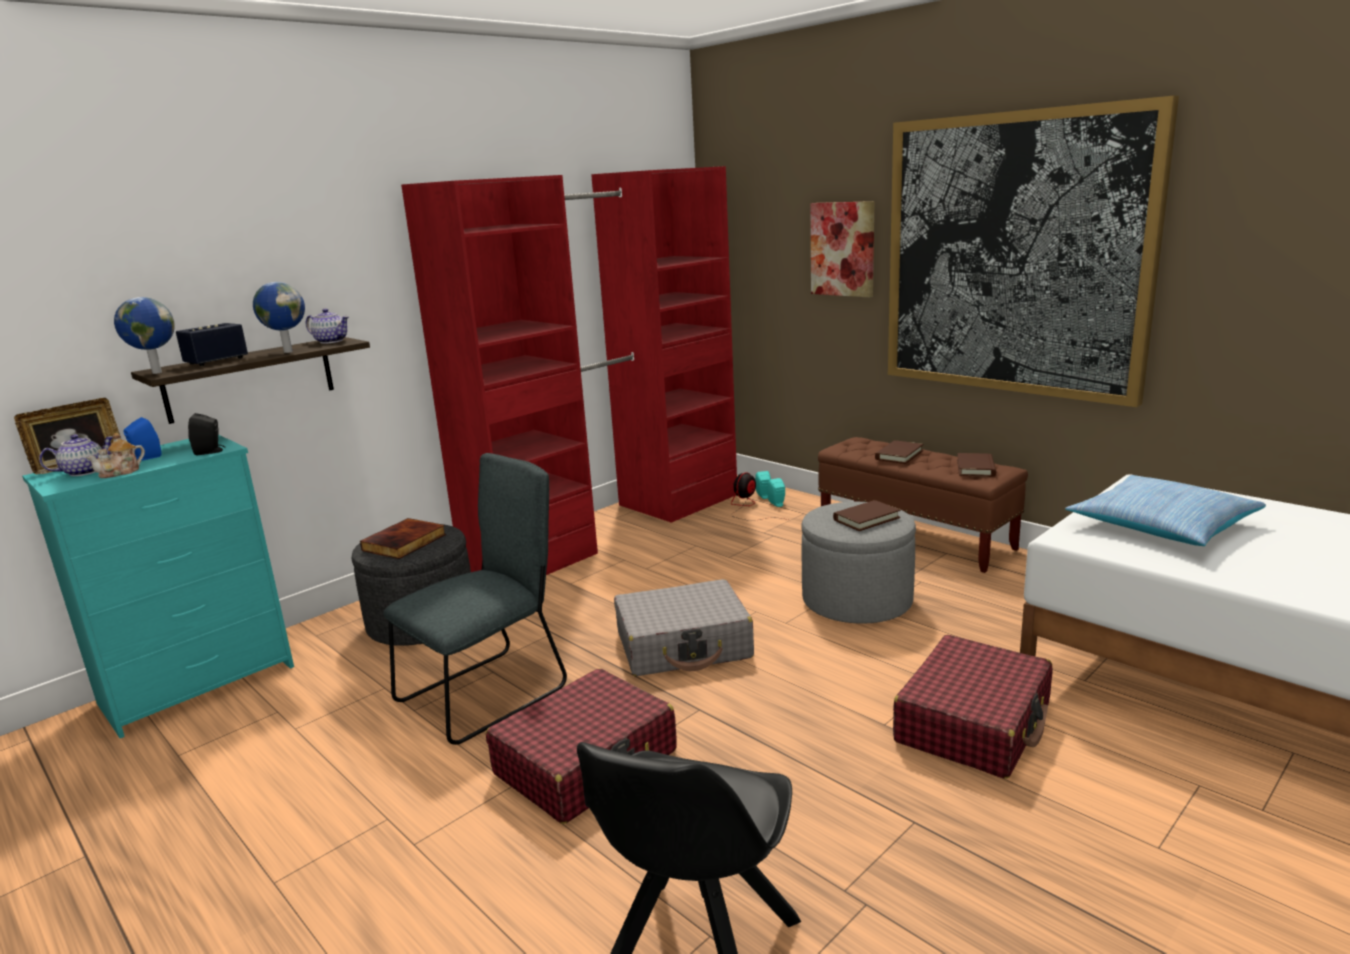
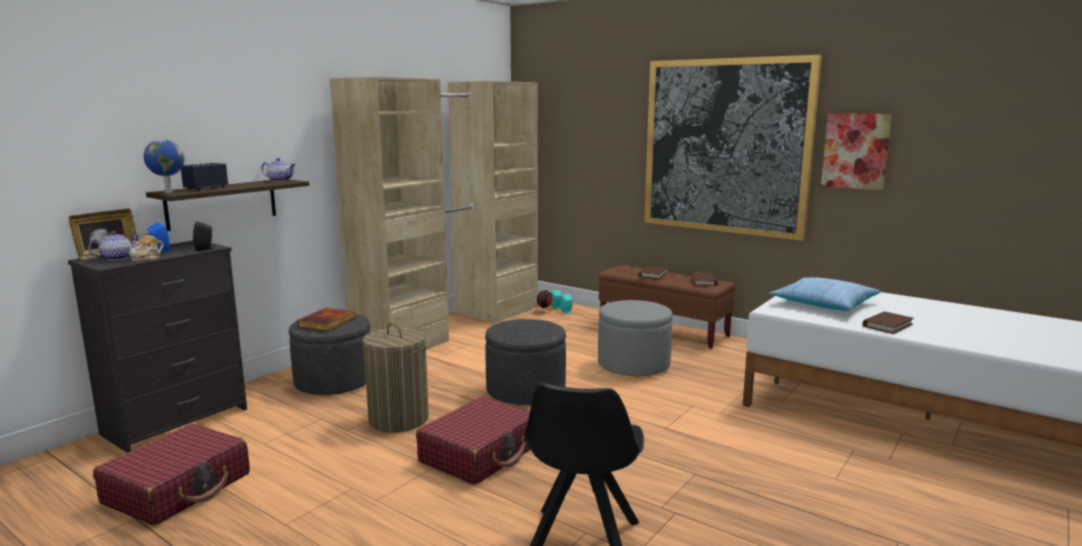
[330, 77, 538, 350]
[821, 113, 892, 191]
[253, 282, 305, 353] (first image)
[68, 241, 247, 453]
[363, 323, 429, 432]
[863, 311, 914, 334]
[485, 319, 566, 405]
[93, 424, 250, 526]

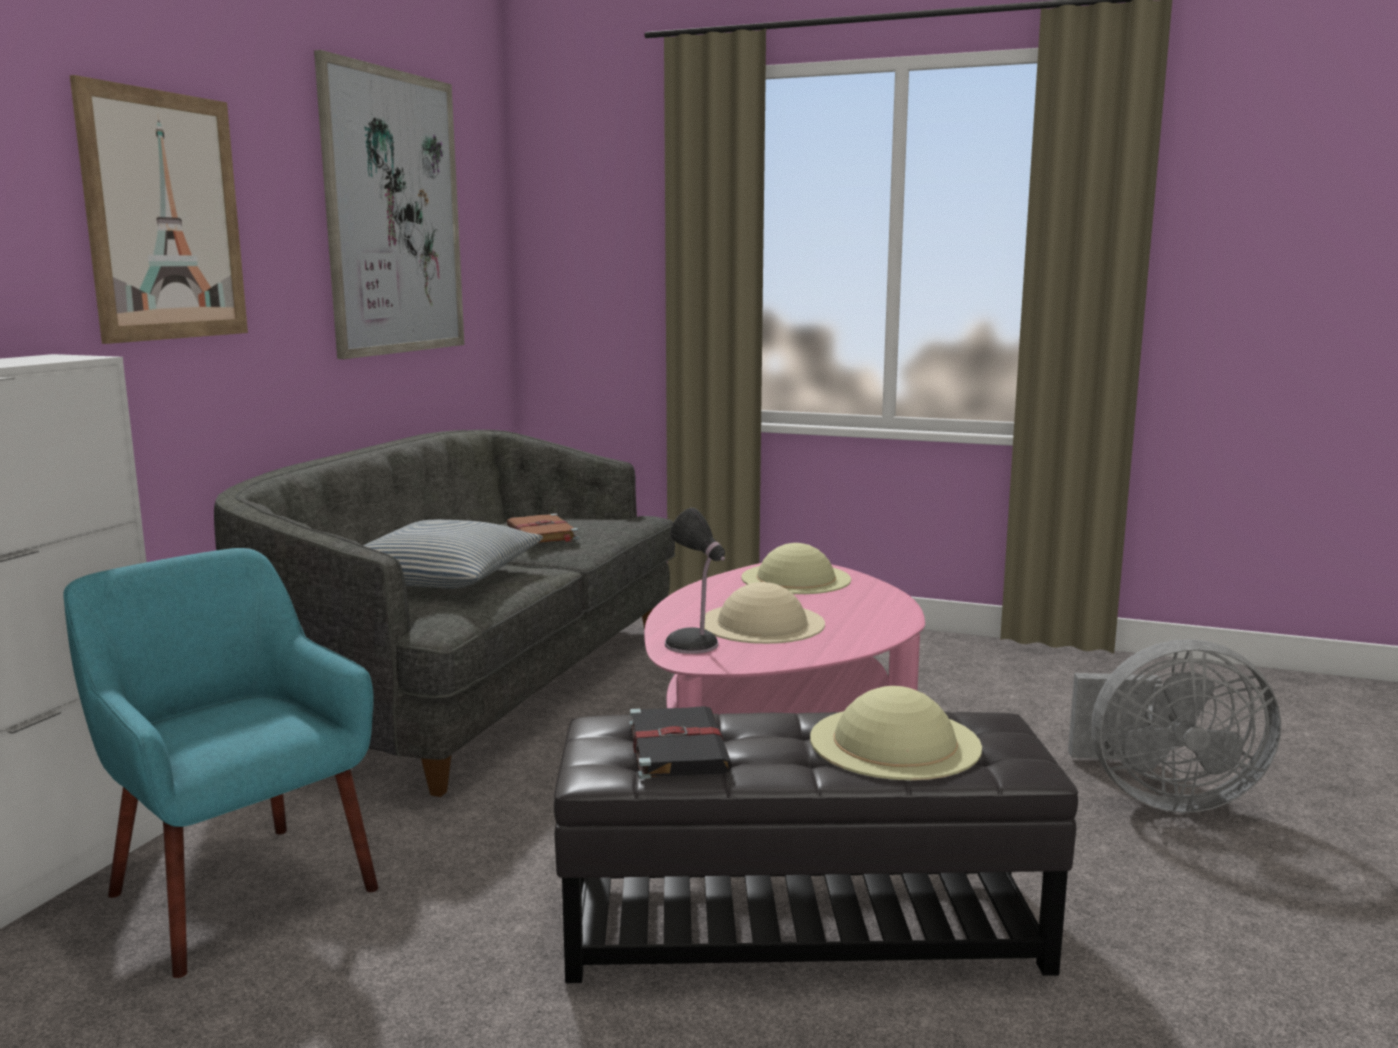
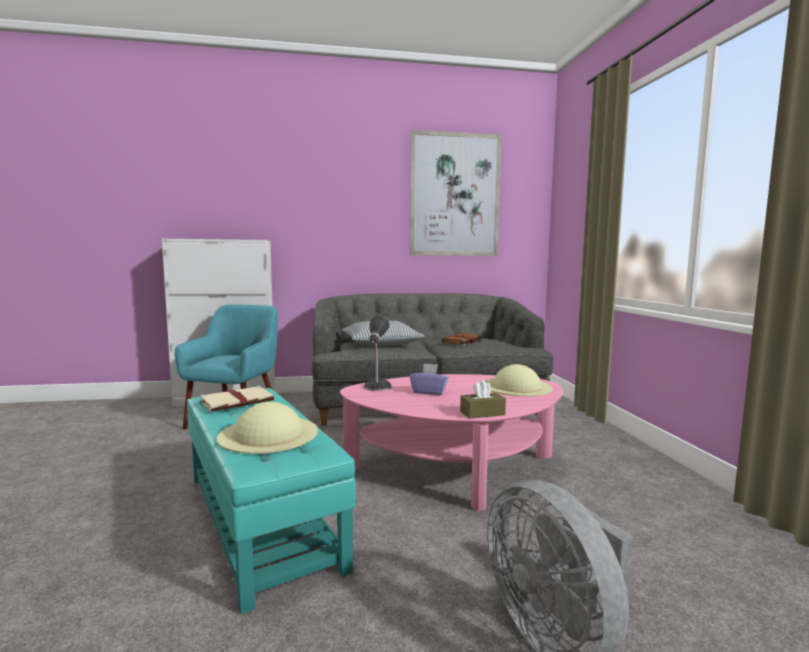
[70, 75, 248, 344] (first image)
[410, 363, 448, 395]
[199, 386, 274, 412]
[187, 388, 356, 614]
[460, 380, 506, 419]

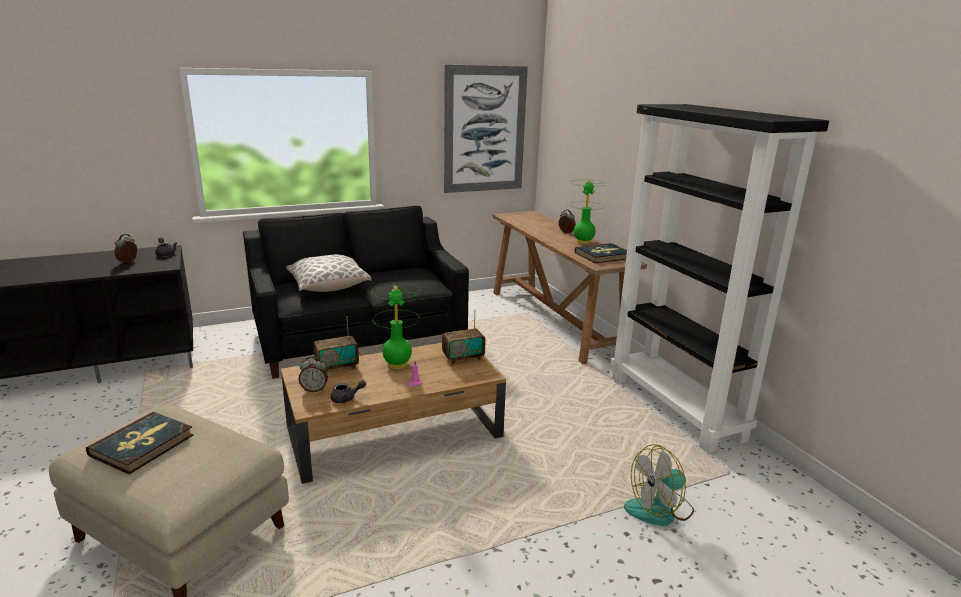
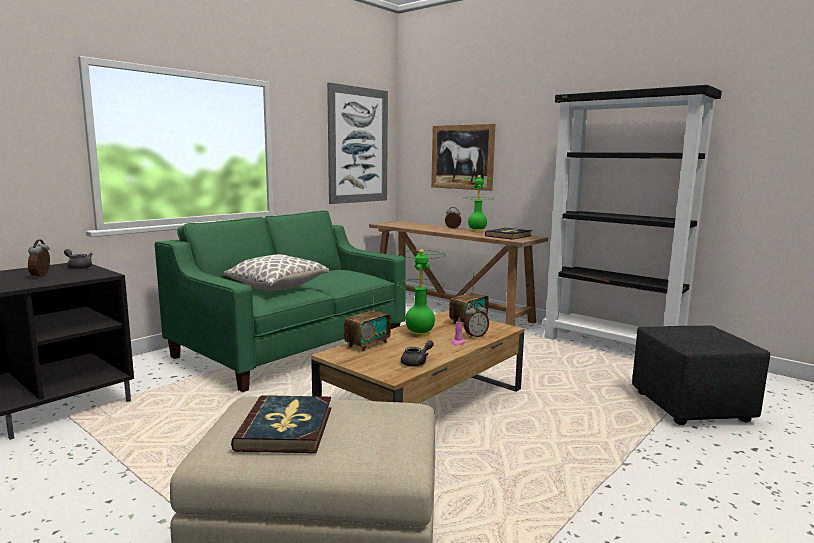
[155, 210, 405, 392]
[464, 302, 489, 338]
[632, 325, 770, 425]
[431, 124, 495, 191]

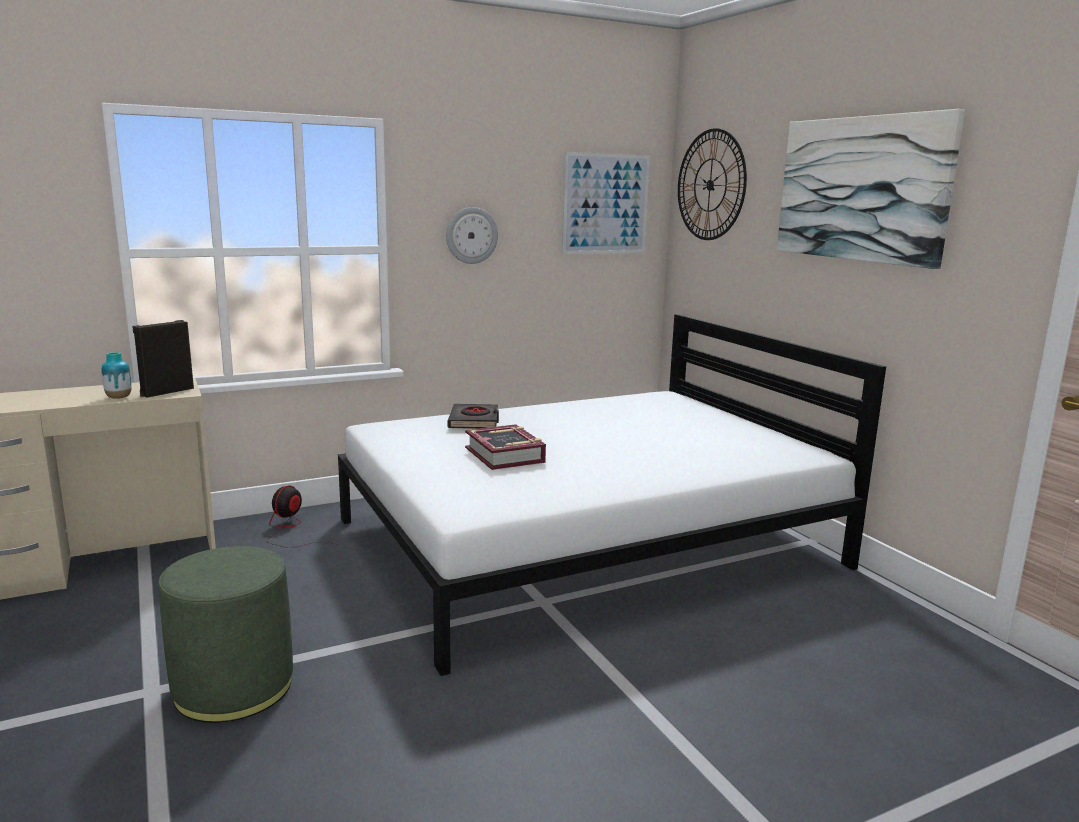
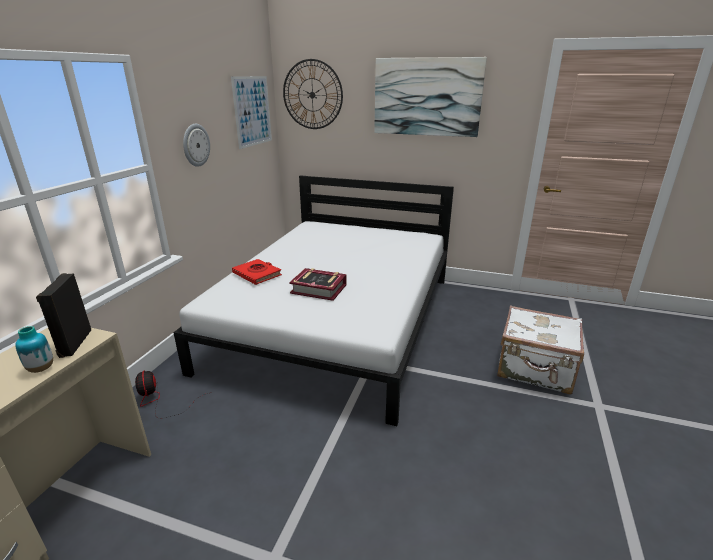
[232, 259, 282, 285]
[158, 546, 293, 723] (first image)
[497, 306, 584, 394]

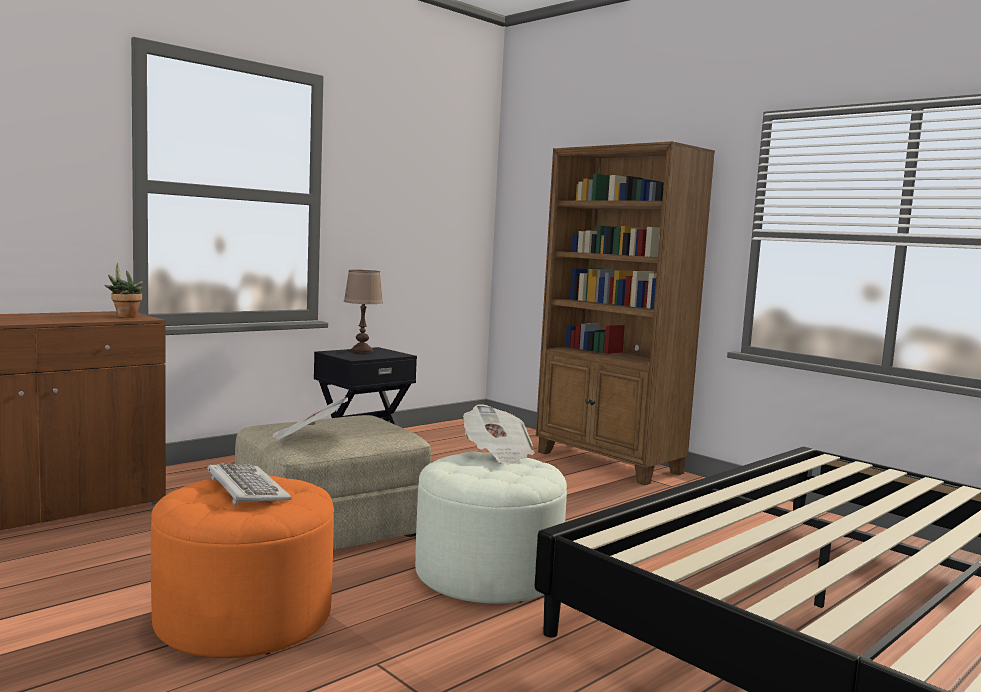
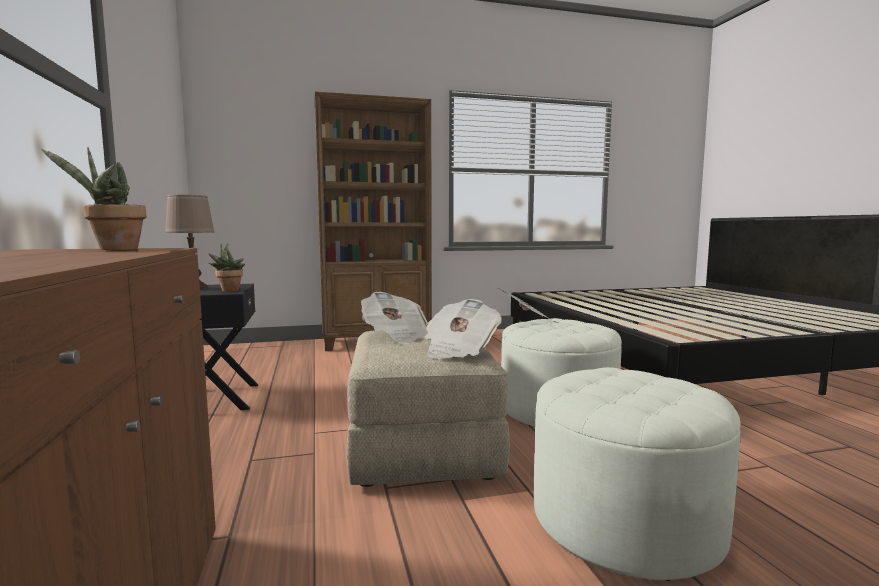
[207, 463, 292, 505] (first image)
[534, 367, 741, 581]
[208, 243, 245, 292]
[361, 292, 428, 344]

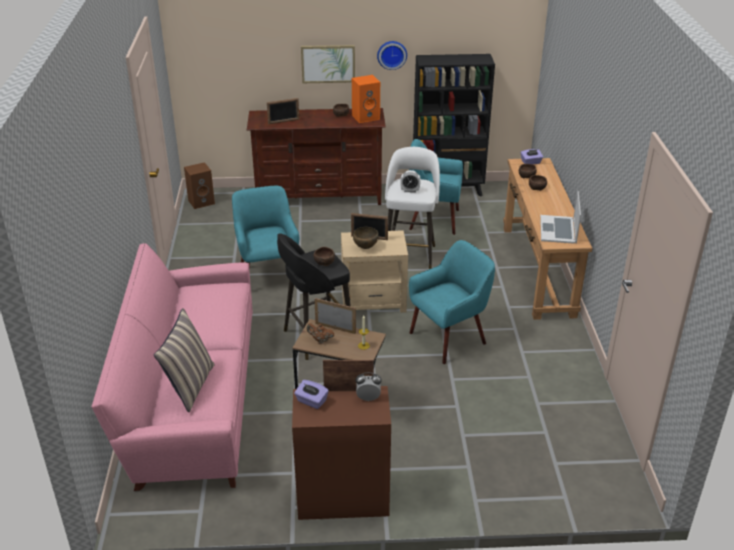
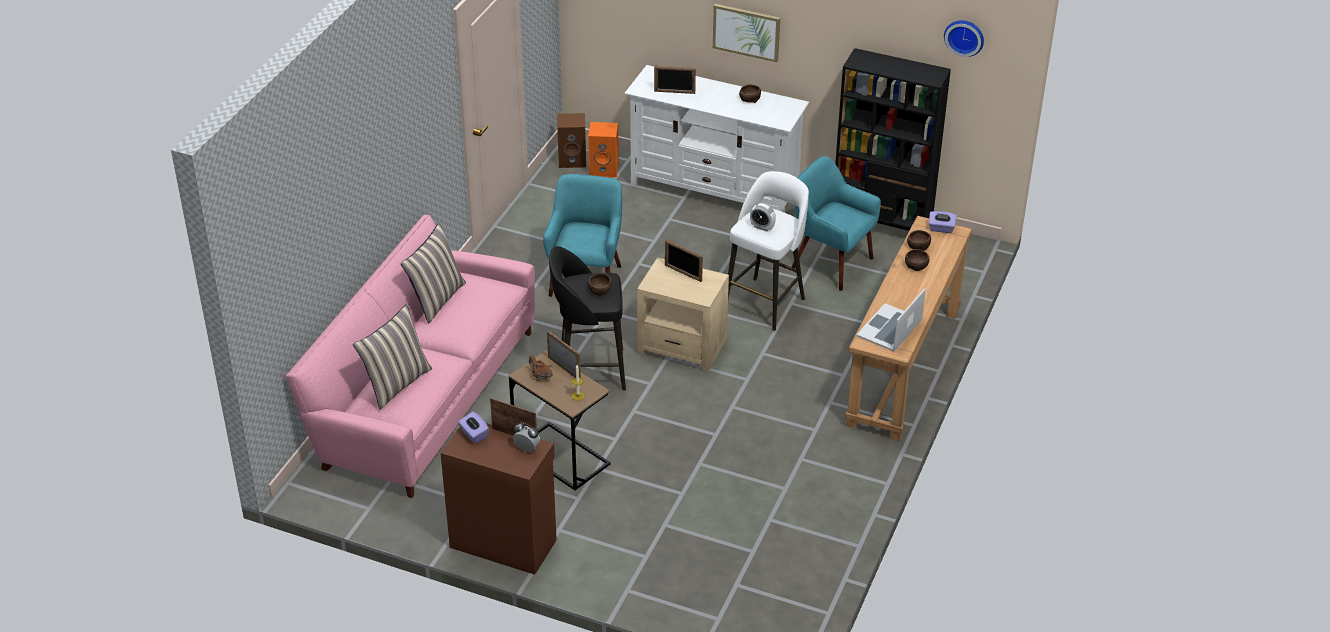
[944, 20, 984, 57]
[588, 122, 619, 178]
[624, 65, 809, 213]
[353, 227, 379, 249] (first image)
[409, 240, 495, 364] (first image)
[401, 223, 466, 323]

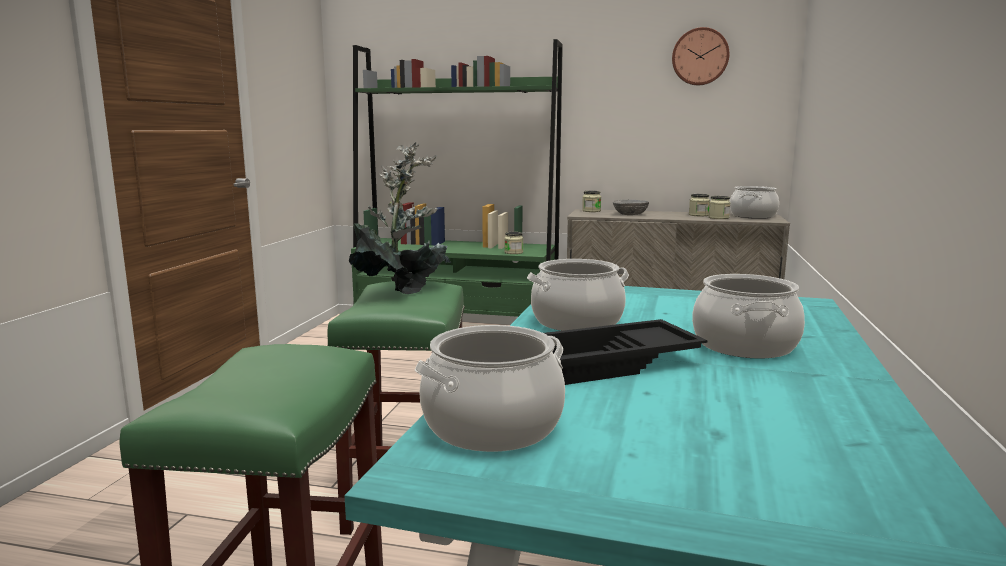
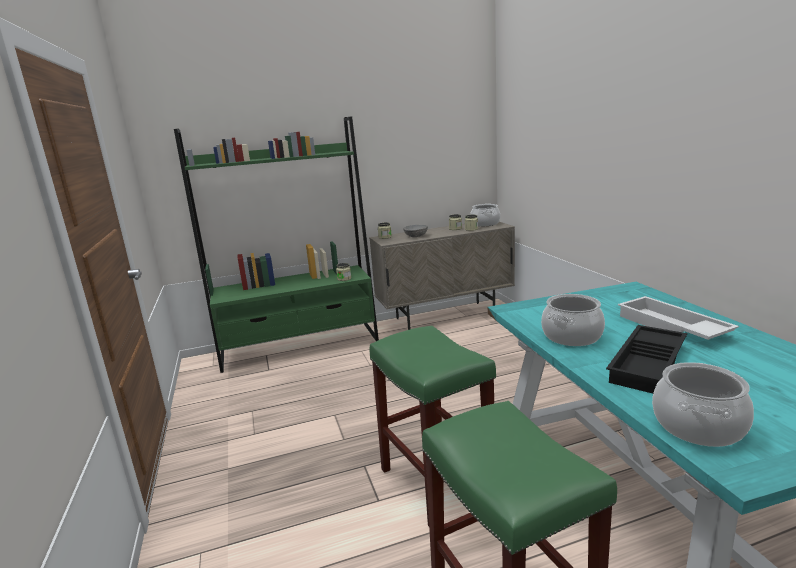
[672, 27, 729, 85] (first image)
[349, 142, 451, 294] (first image)
[618, 296, 739, 340]

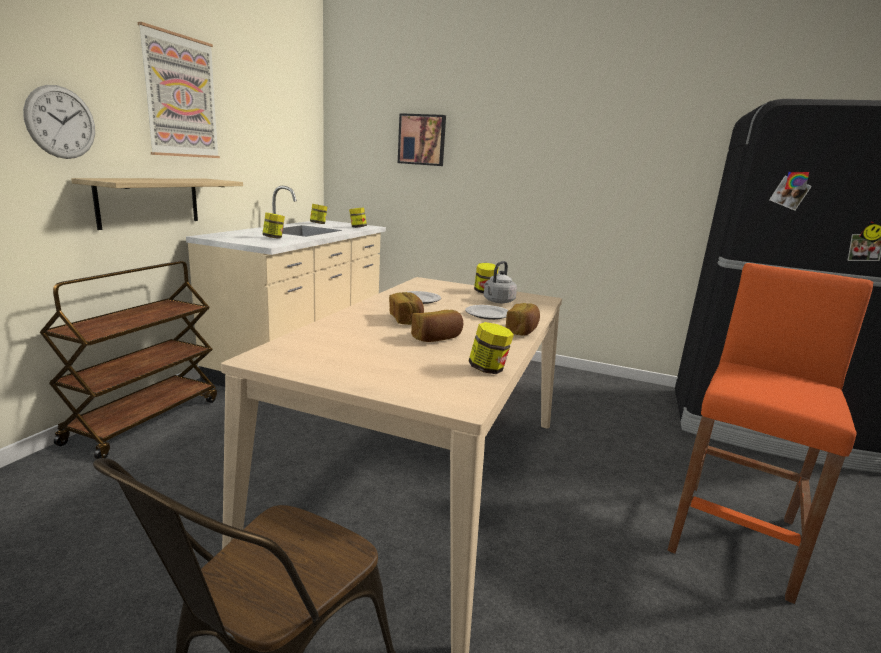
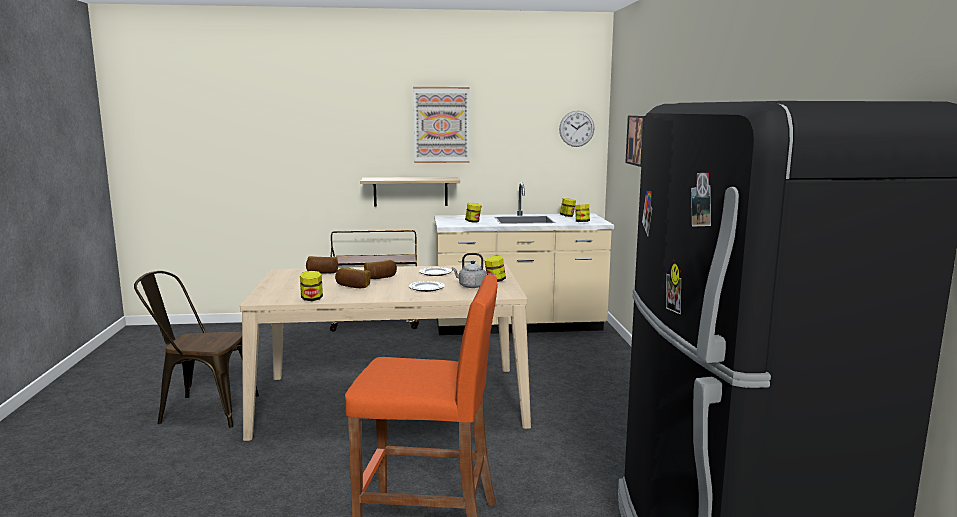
[559, 110, 595, 147]
[306, 256, 338, 274]

